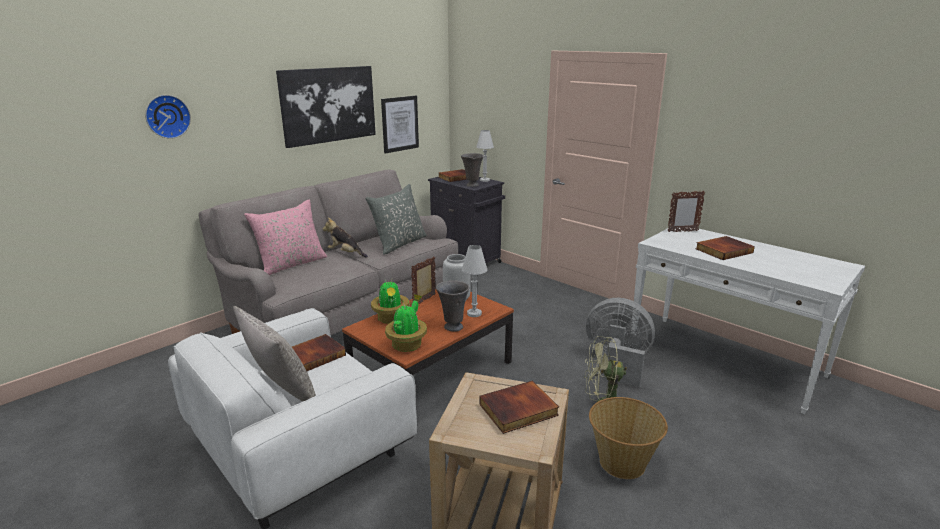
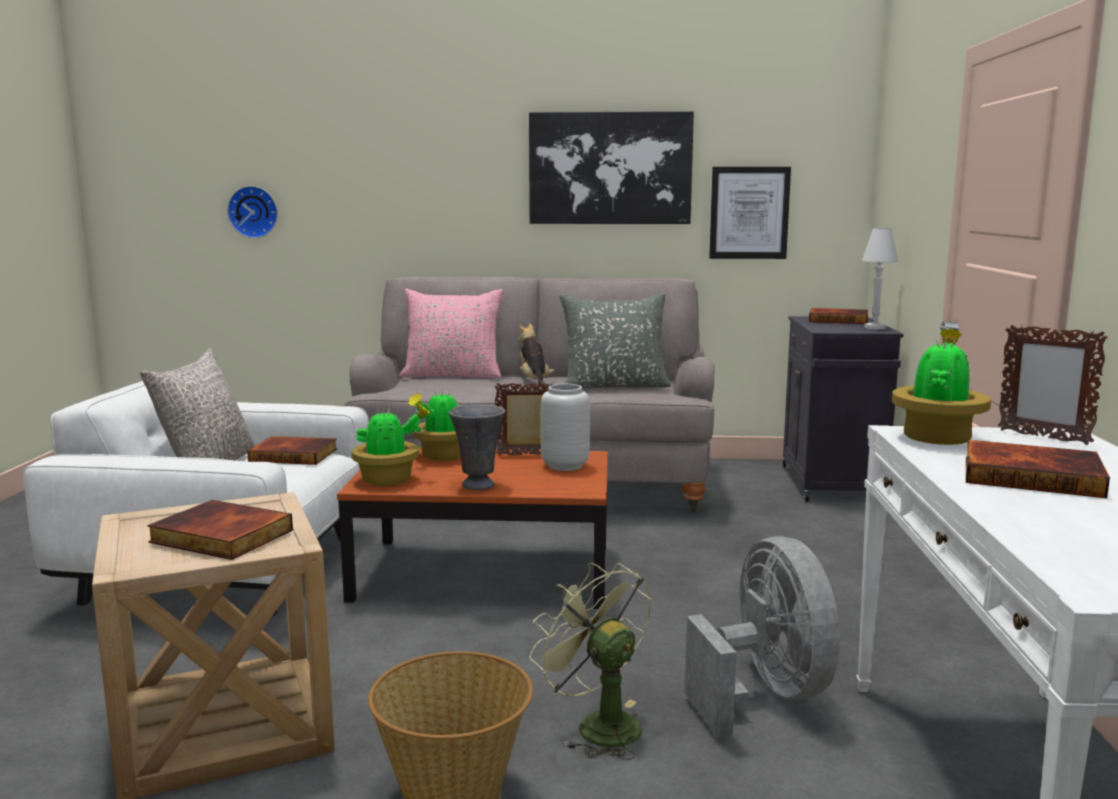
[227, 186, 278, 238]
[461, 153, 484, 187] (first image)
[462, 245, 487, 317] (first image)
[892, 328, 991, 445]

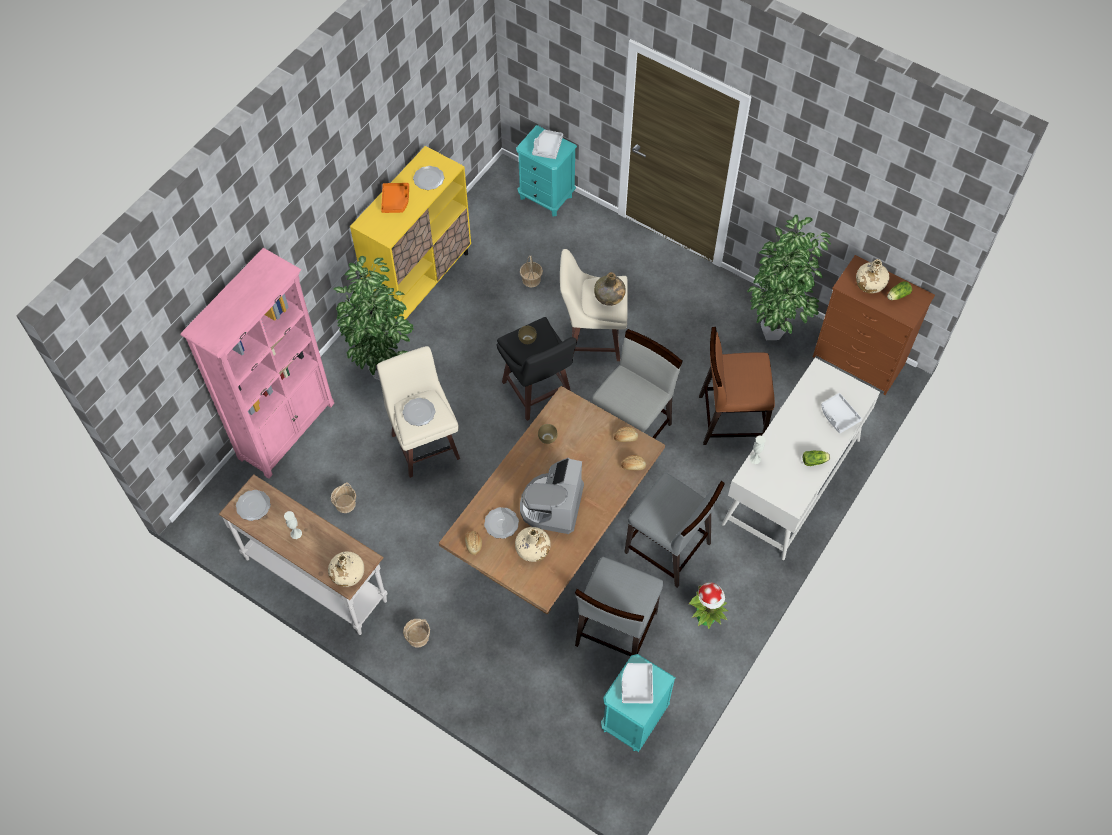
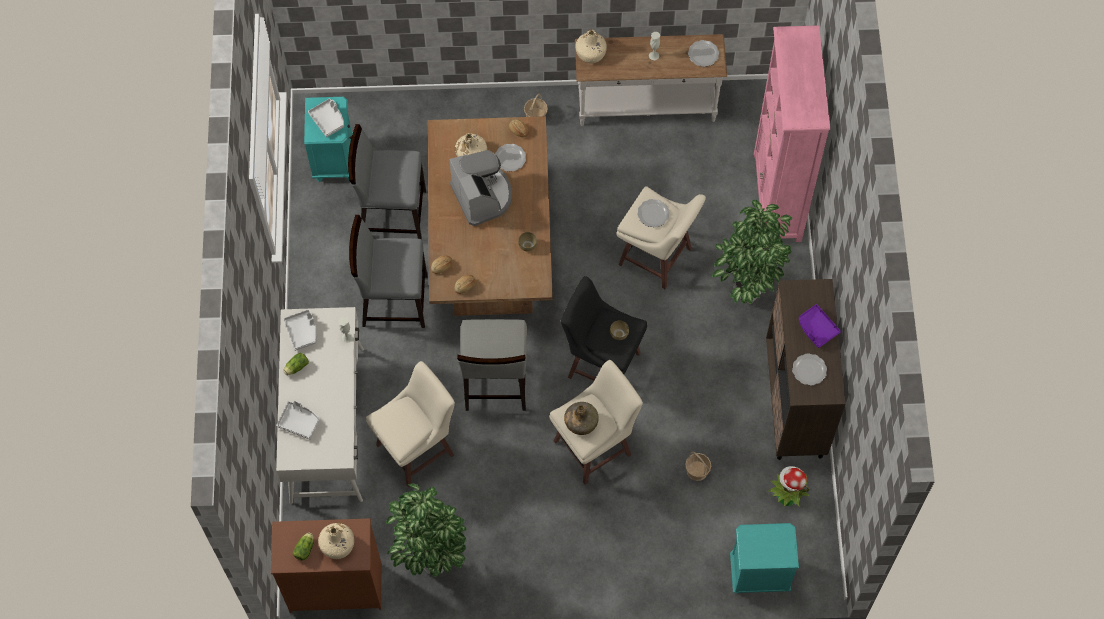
[283, 309, 317, 351]
[766, 279, 846, 460]
[799, 304, 841, 348]
[366, 361, 455, 487]
[331, 482, 356, 513] (first image)
[348, 124, 426, 240]
[768, 466, 809, 507]

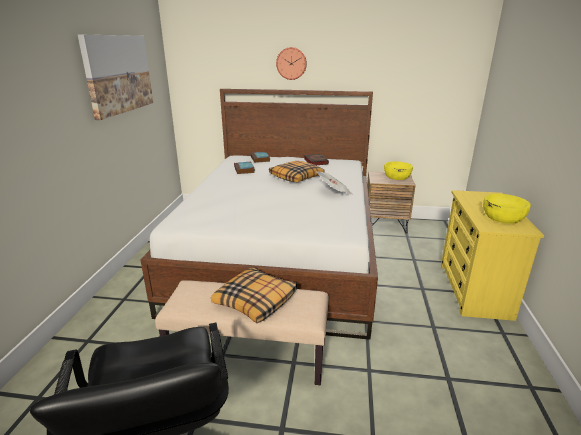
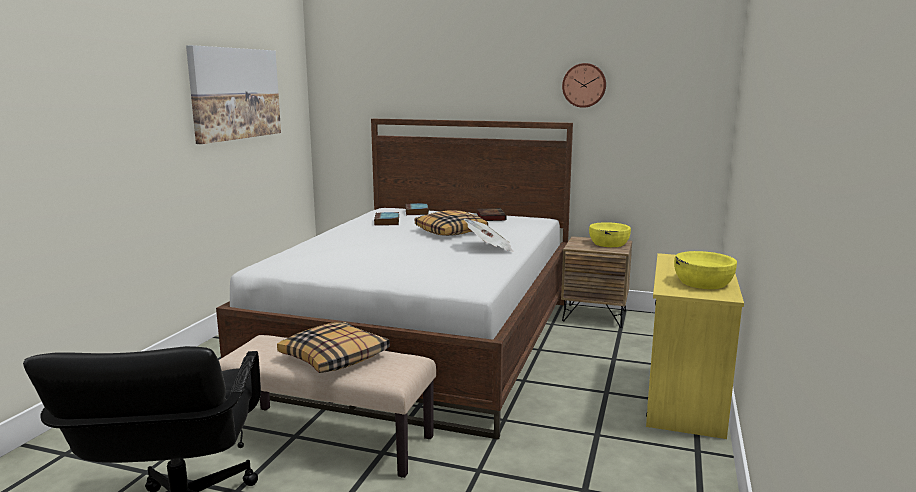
[562, 63, 606, 108]

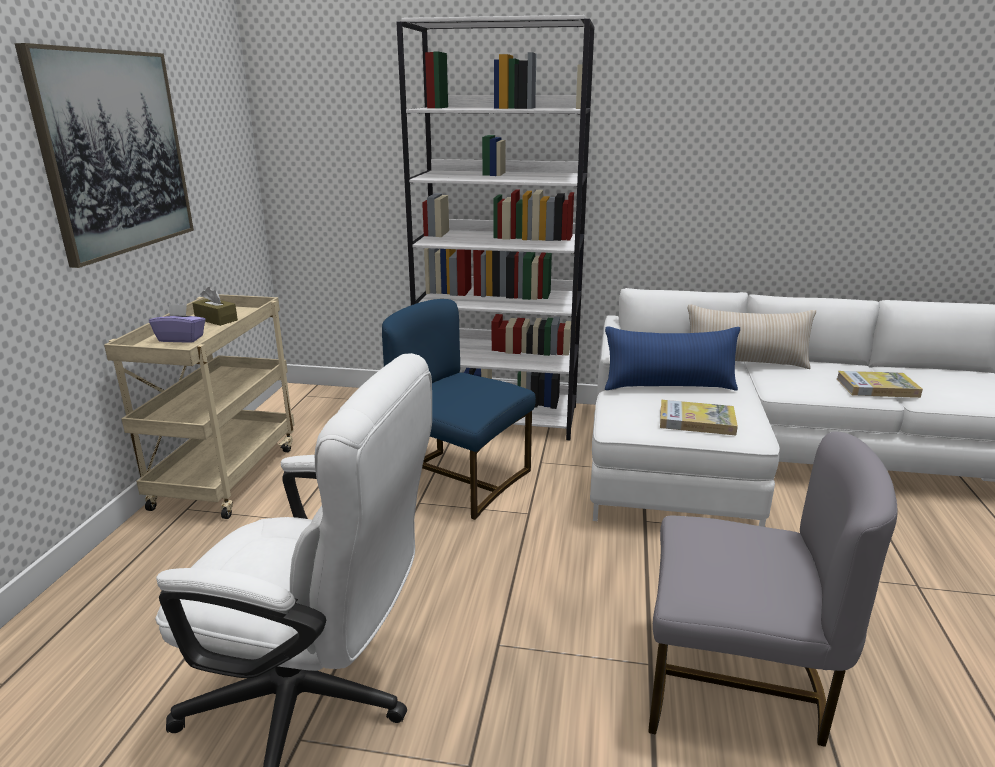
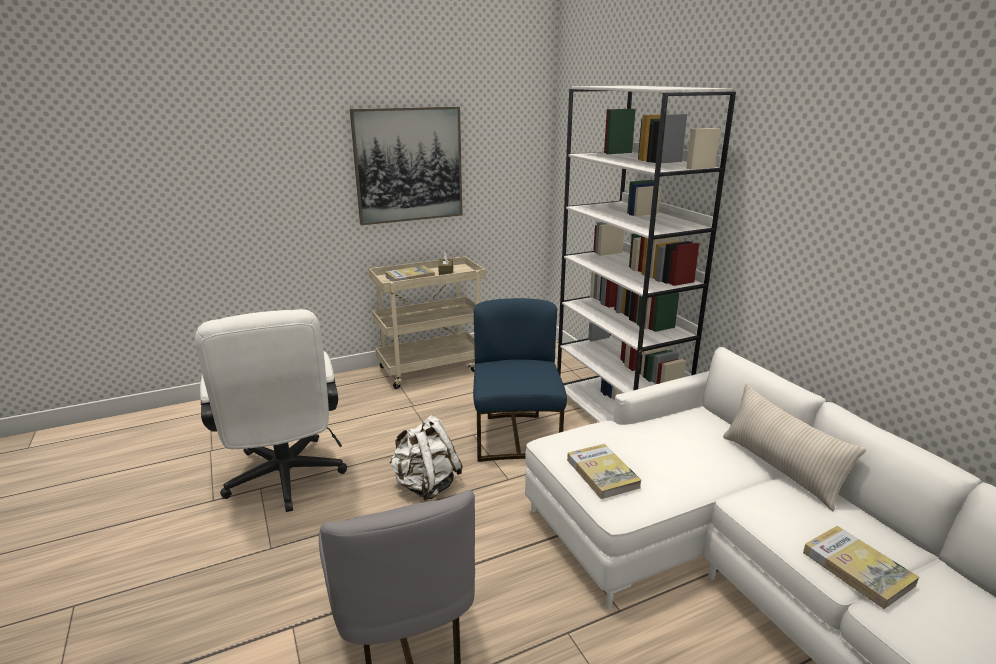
[385, 265, 435, 282]
[605, 326, 740, 391] (first image)
[389, 415, 463, 501]

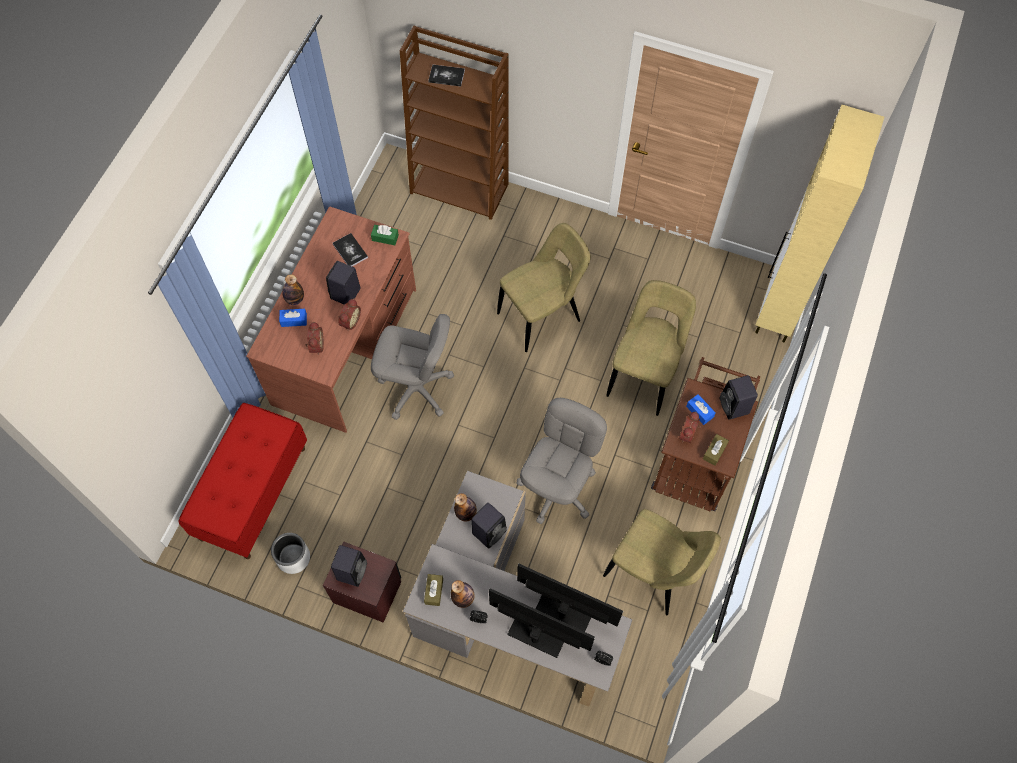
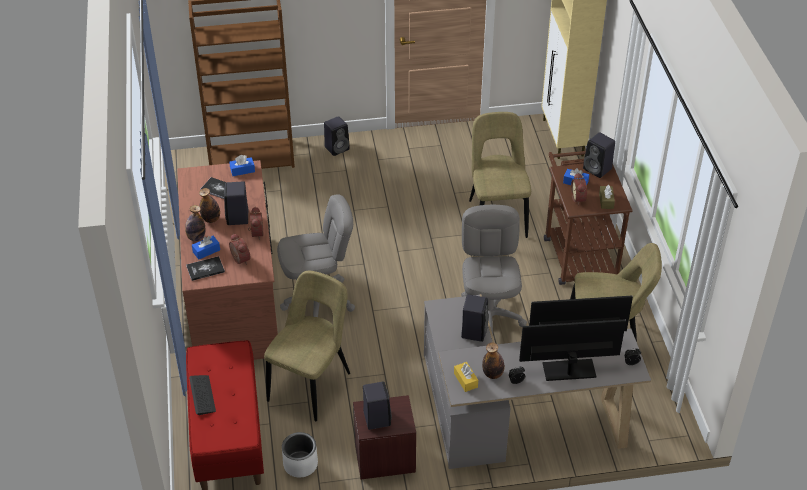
[186, 256, 225, 281]
[264, 271, 350, 422]
[230, 155, 255, 176]
[199, 188, 220, 223]
[454, 362, 478, 392]
[324, 116, 350, 156]
[189, 375, 216, 415]

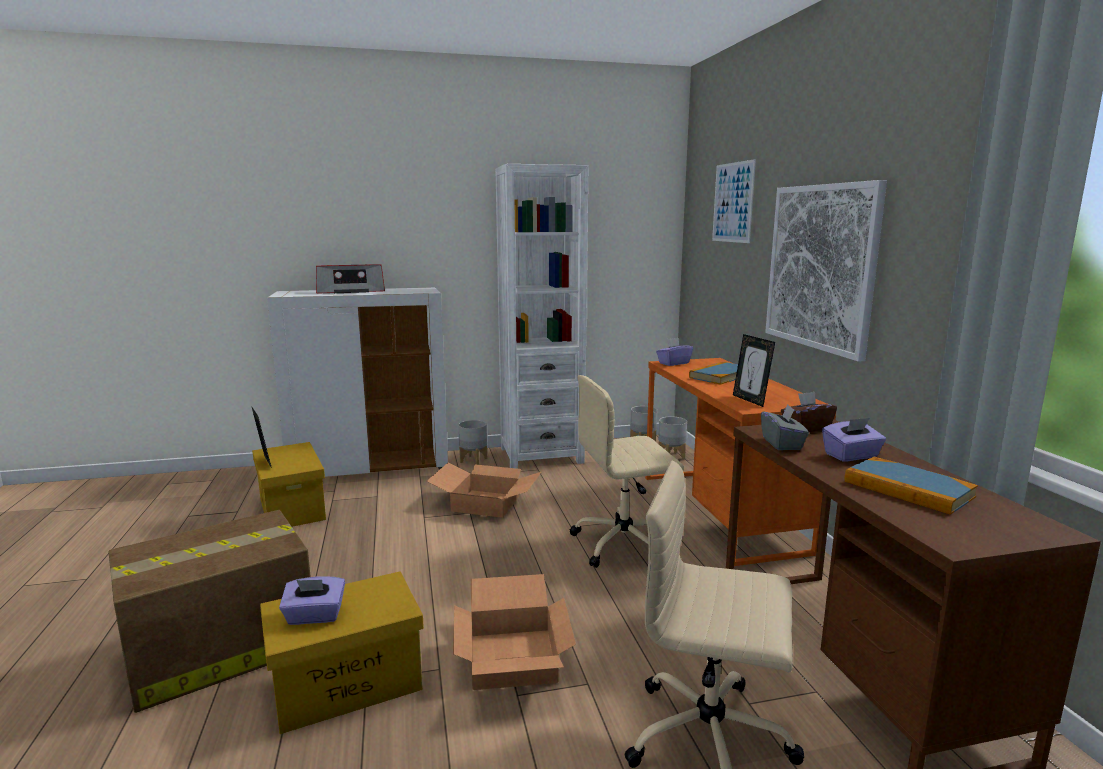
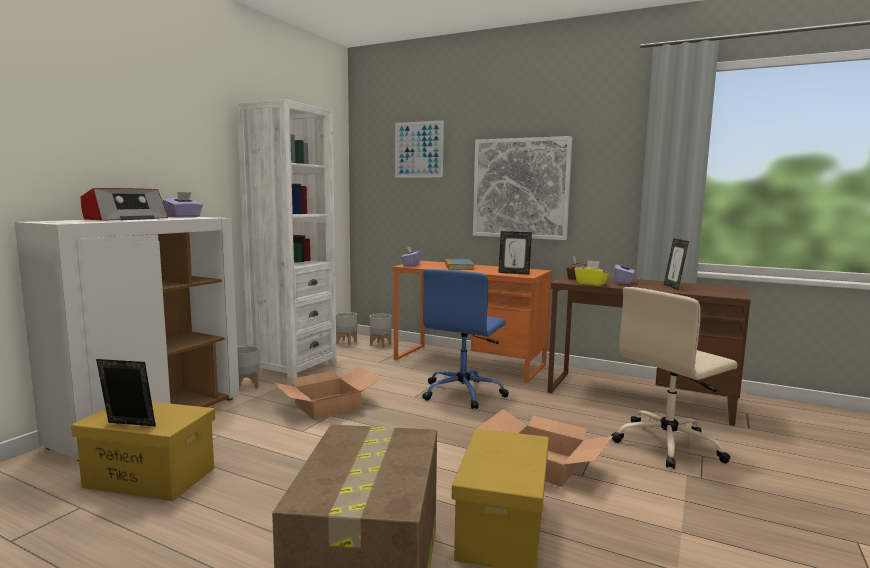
[422, 269, 509, 409]
[575, 260, 609, 286]
[664, 238, 689, 290]
[163, 192, 203, 218]

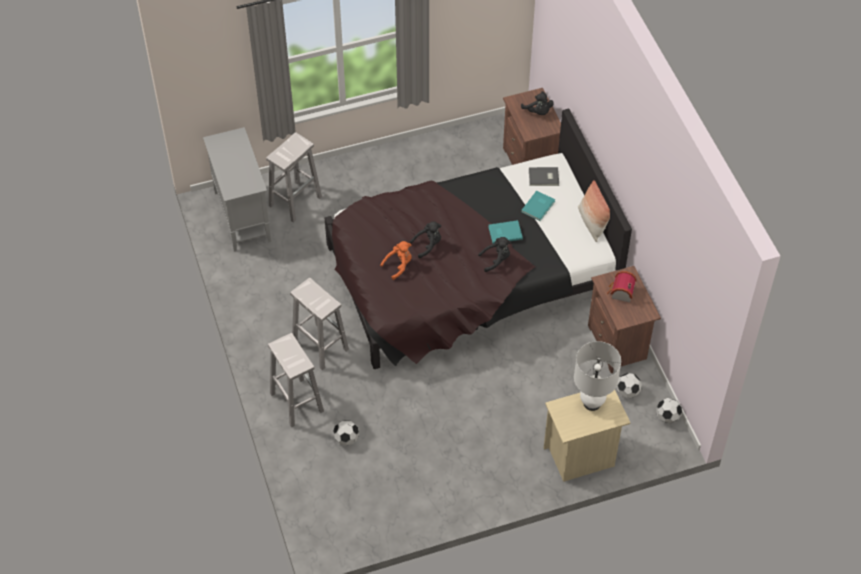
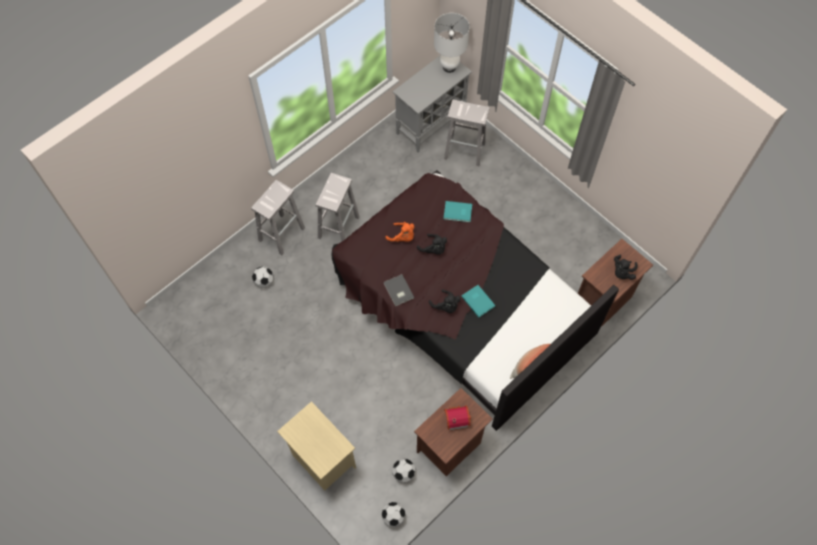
[384, 274, 415, 306]
[444, 201, 472, 222]
[434, 13, 470, 73]

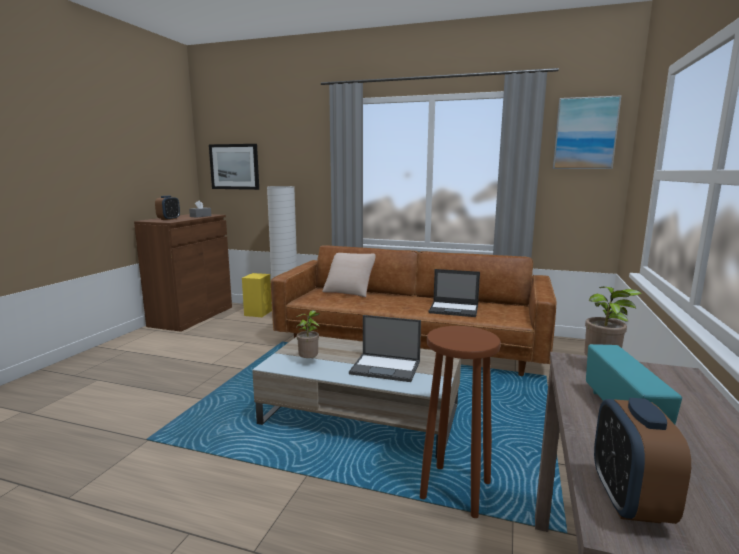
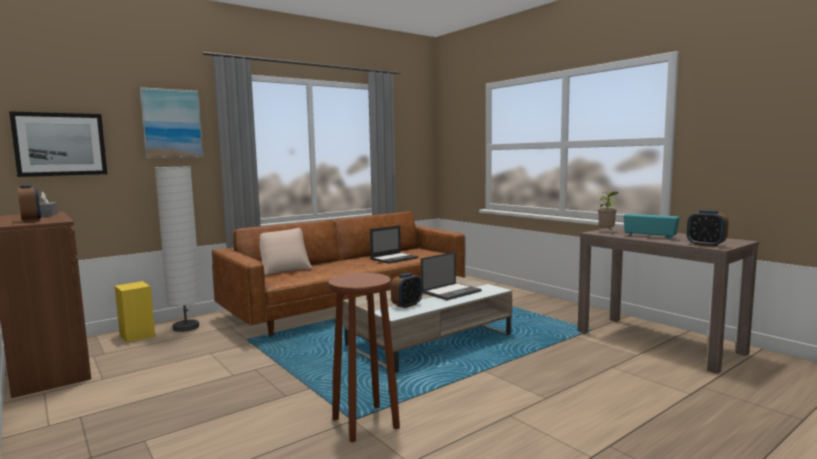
[139, 87, 204, 158]
[391, 273, 422, 308]
[328, 273, 400, 442]

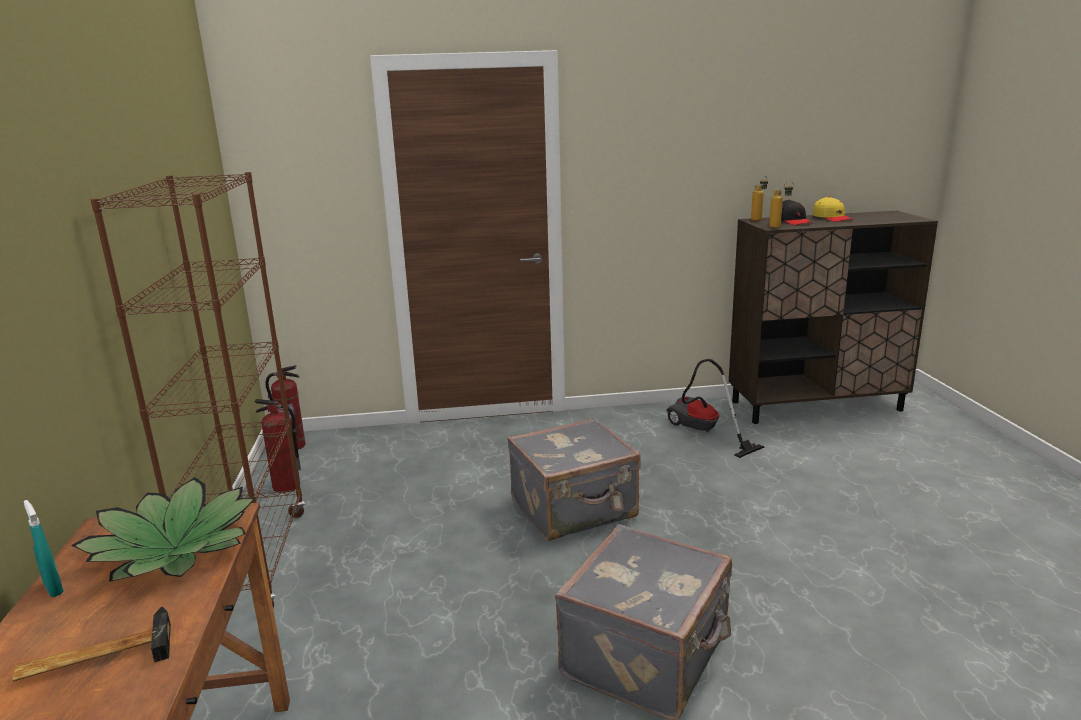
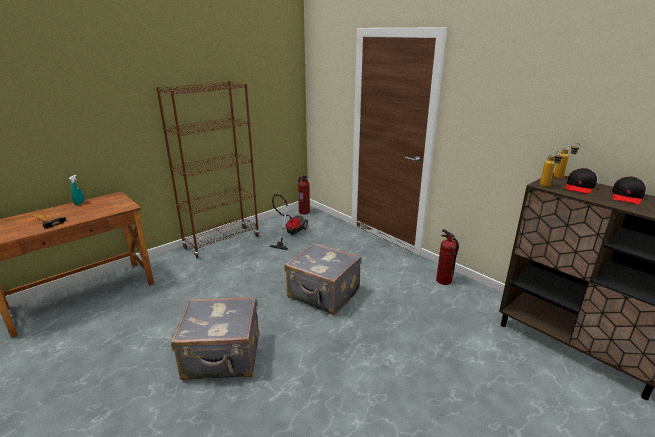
[612, 176, 646, 205]
[270, 194, 308, 250]
[436, 229, 459, 285]
[71, 477, 256, 582] (first image)

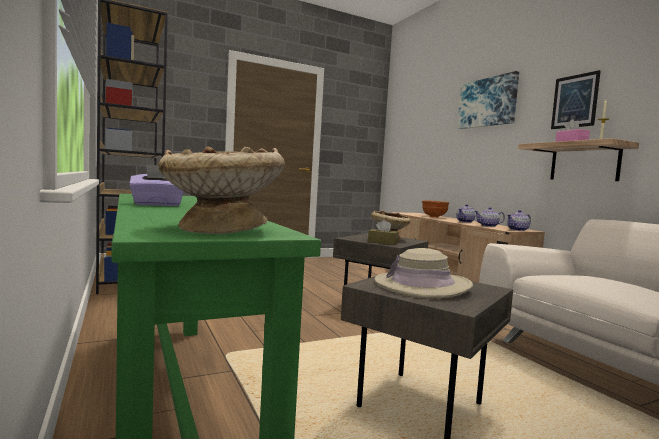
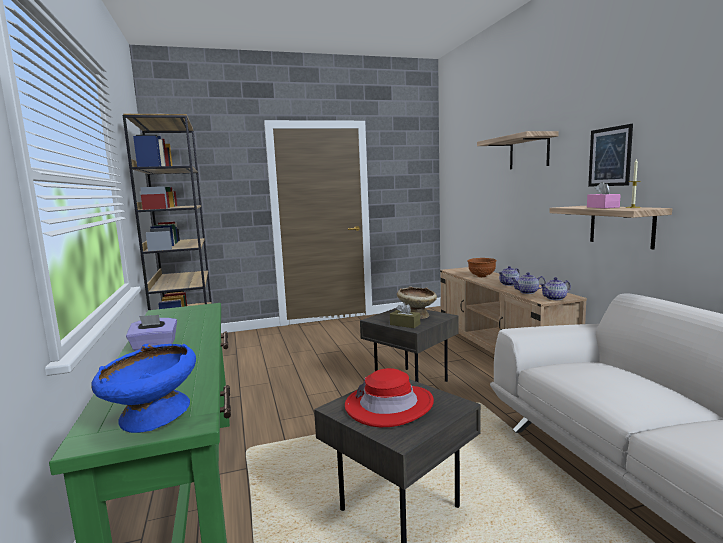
[477, 131, 559, 169]
[91, 344, 196, 433]
[345, 368, 434, 427]

